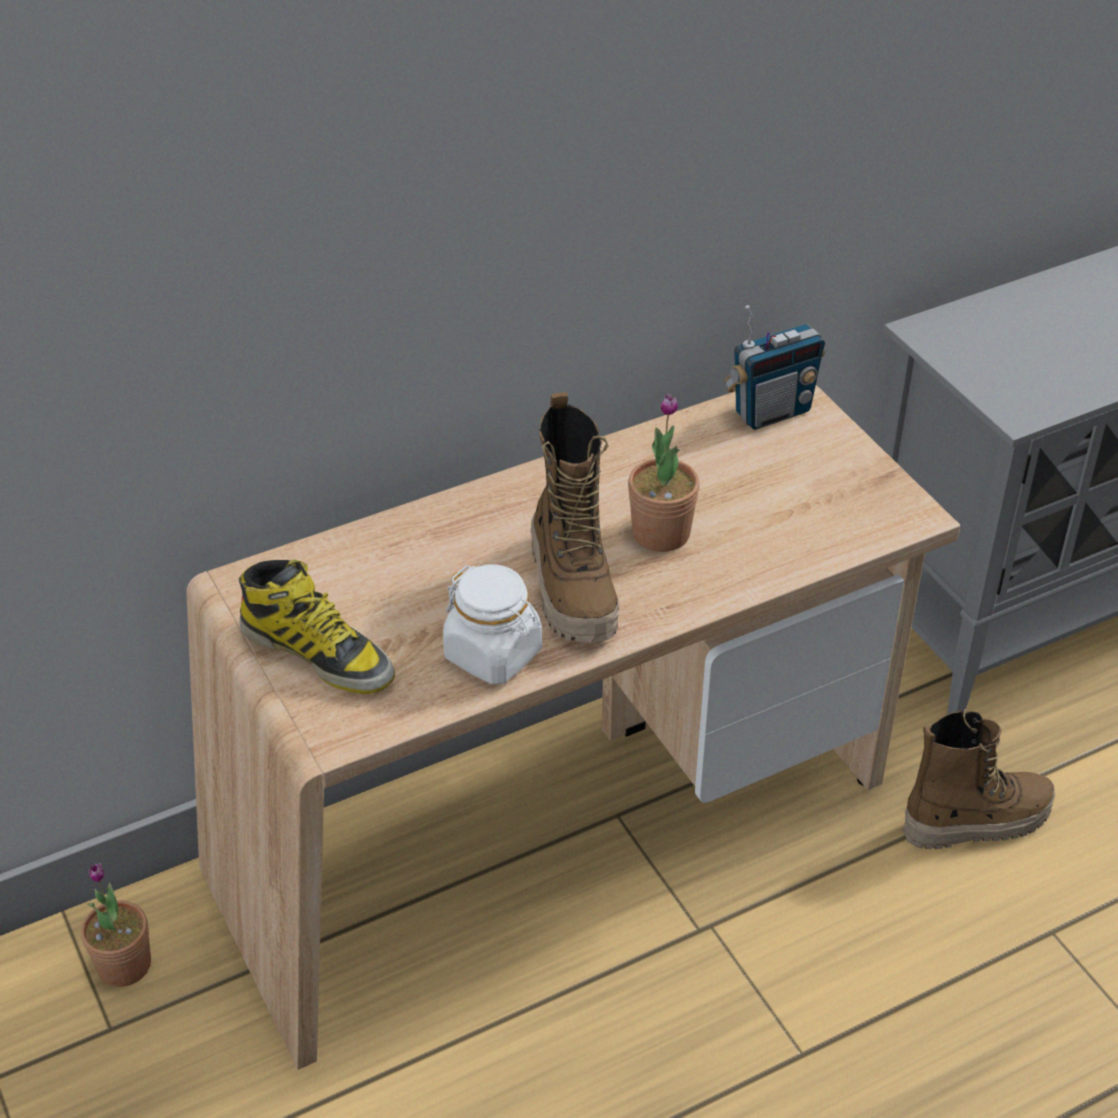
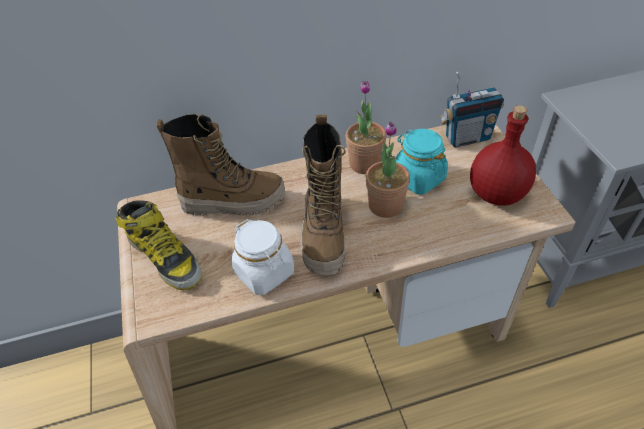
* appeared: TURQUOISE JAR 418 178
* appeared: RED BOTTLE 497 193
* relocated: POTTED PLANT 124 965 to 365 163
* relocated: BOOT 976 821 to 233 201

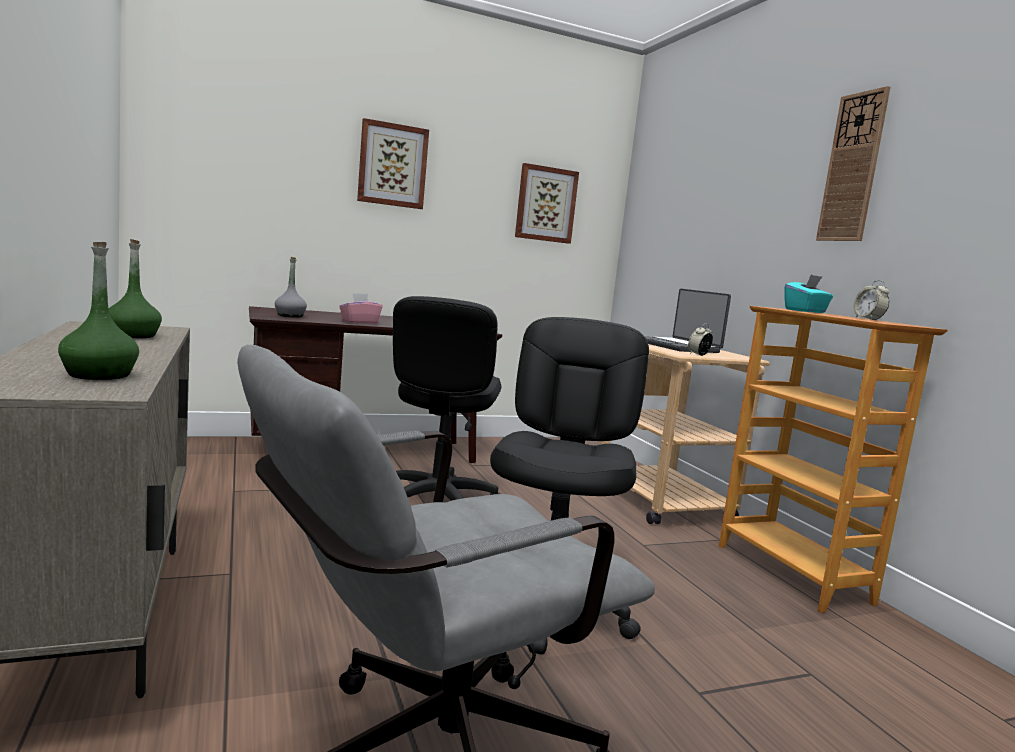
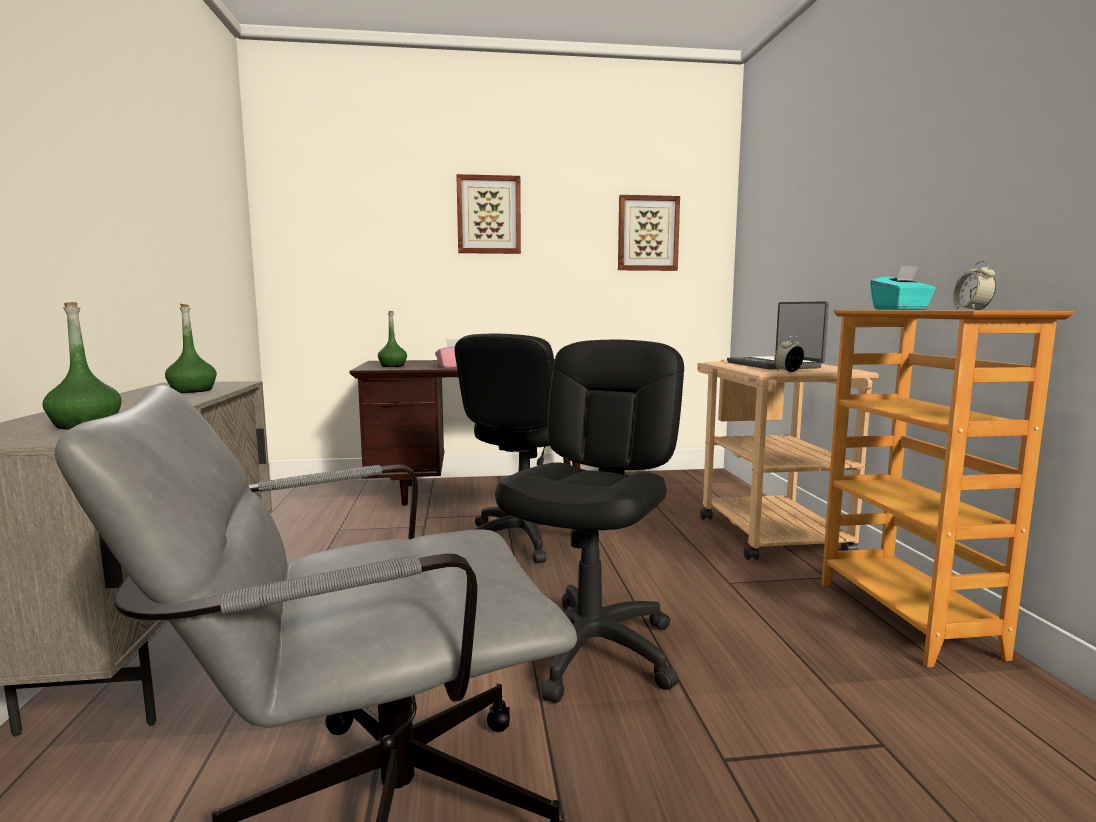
* missing: WALL CLOCK 852 167
* colour: GREY BOTTLE 290 316 to GREEN BOTTLE 393 366

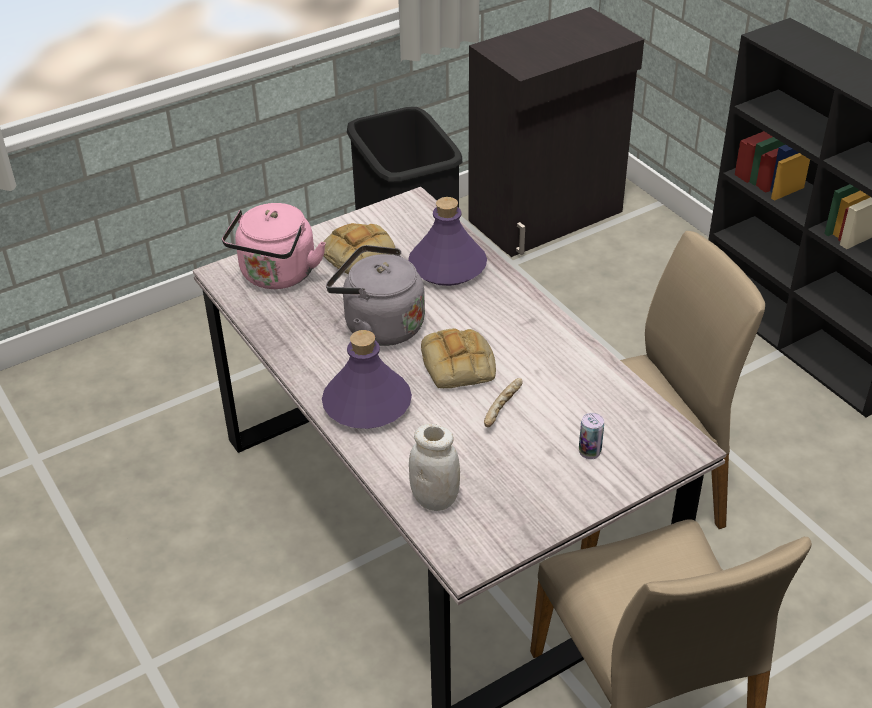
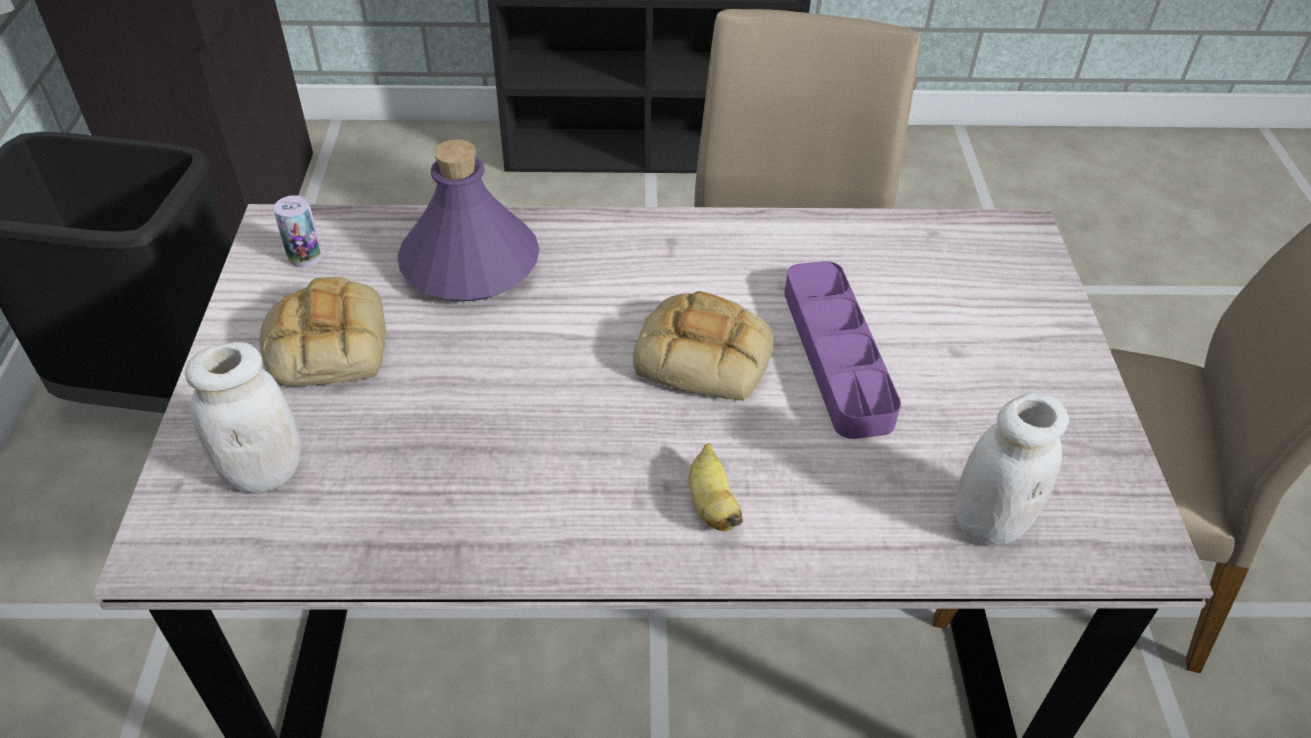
* missing: GREY KETTLE 379 326
* relocated: CAN 589 451 to 305 257
* exchanged: PINK KETTLE 277 276 to WHITE JAR 264 472
* exchanged: PURPLE BOTTLE 367 404 to BANANA 711 504
* exchanged: BREAD 503 408 to PURPLE TRAY 836 355

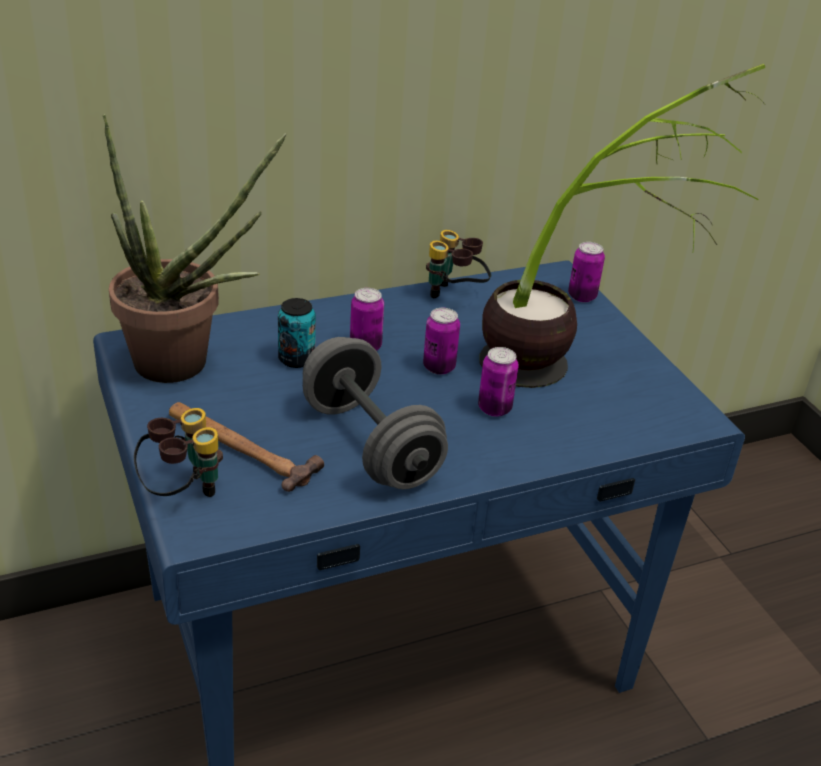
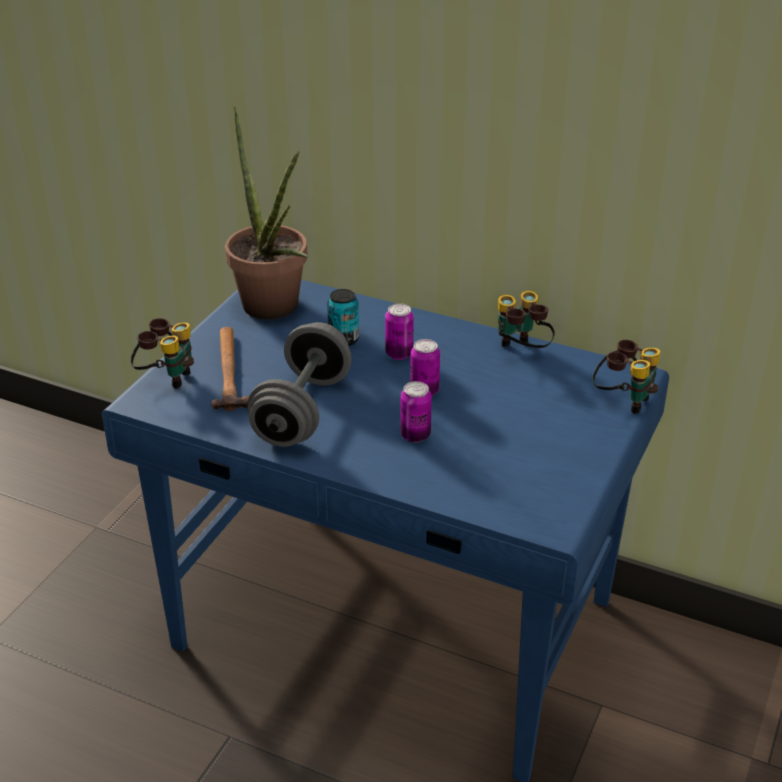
* missing: POTTED PLANT 577 363
* exchanged: CAN 582 296 to BINOCULARS 623 400

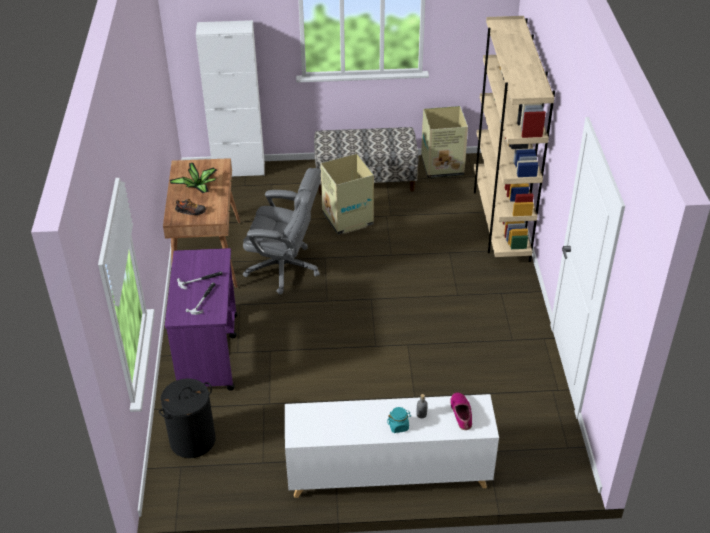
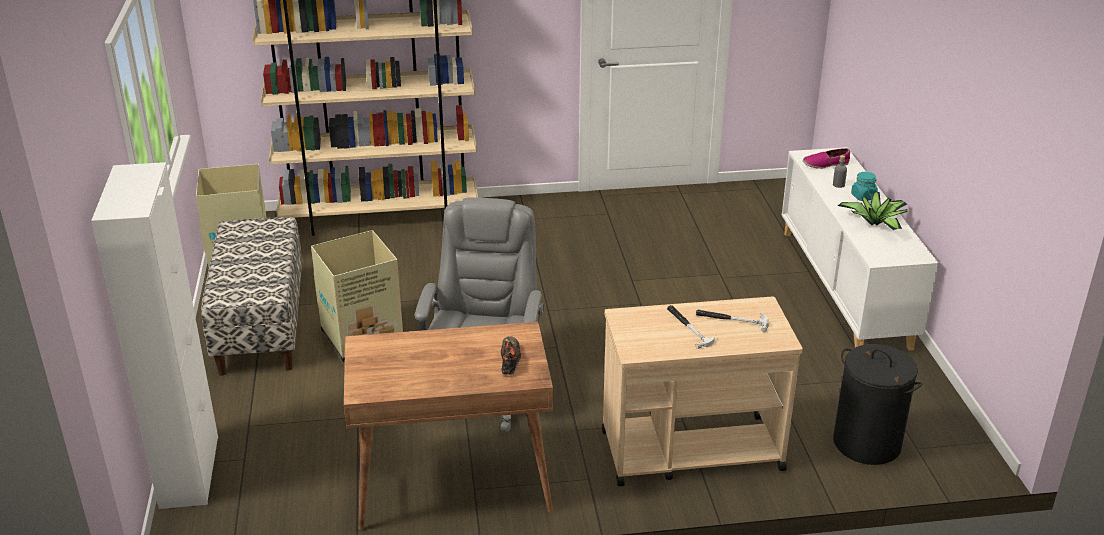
* relocated: POTTED PLANT 198 187 to 875 223
* colour: PURPLE CART 208 352 to BEIGE CART 690 450

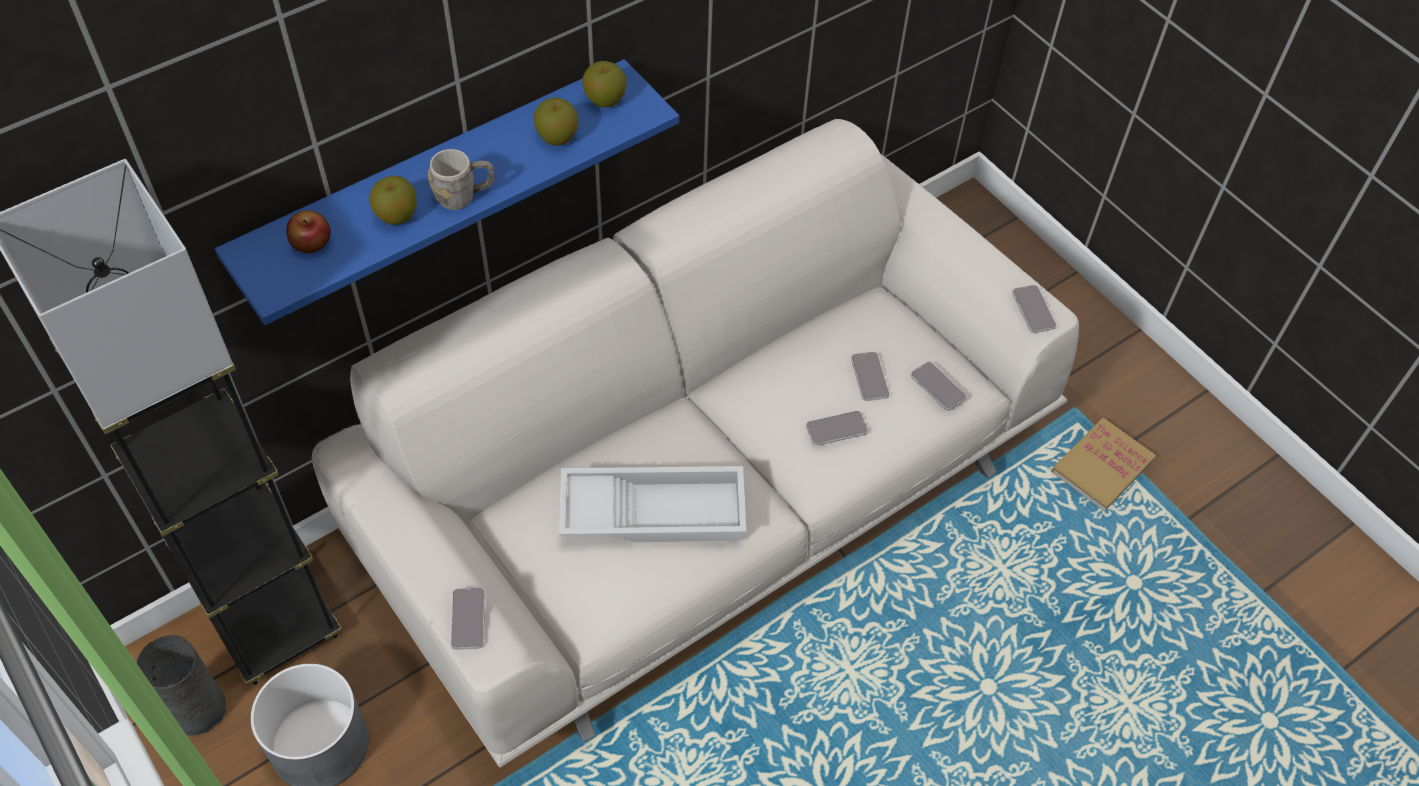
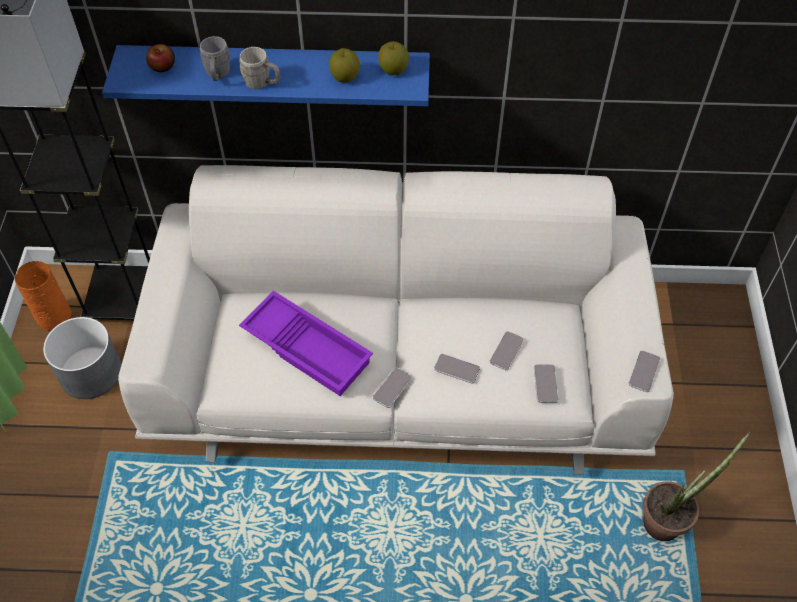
* relocated: PHONE 468 619 to 392 388
* exchanged: APPLE 397 216 to GREY MUG 217 75
* exchanged: BOOK 1102 467 to POTTED PLANT 668 520
* colour: GREY VASE 197 708 to ORANGE VASE 54 315
* colour: WHITE TRAY 654 509 to PURPLE TRAY 309 347

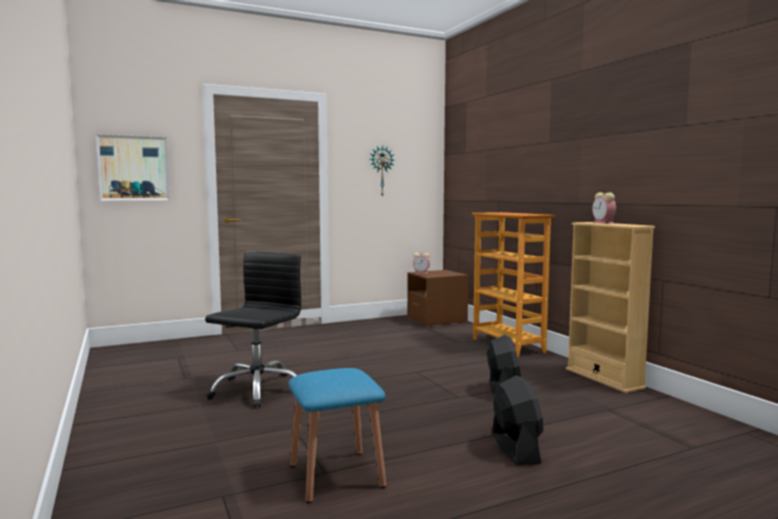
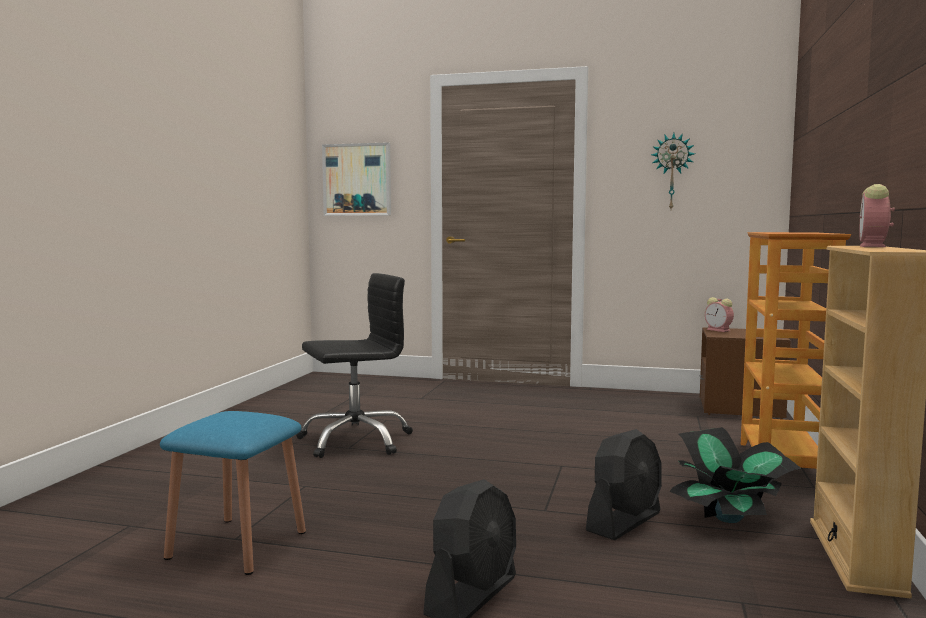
* appeared: POTTED PLANT 729 518

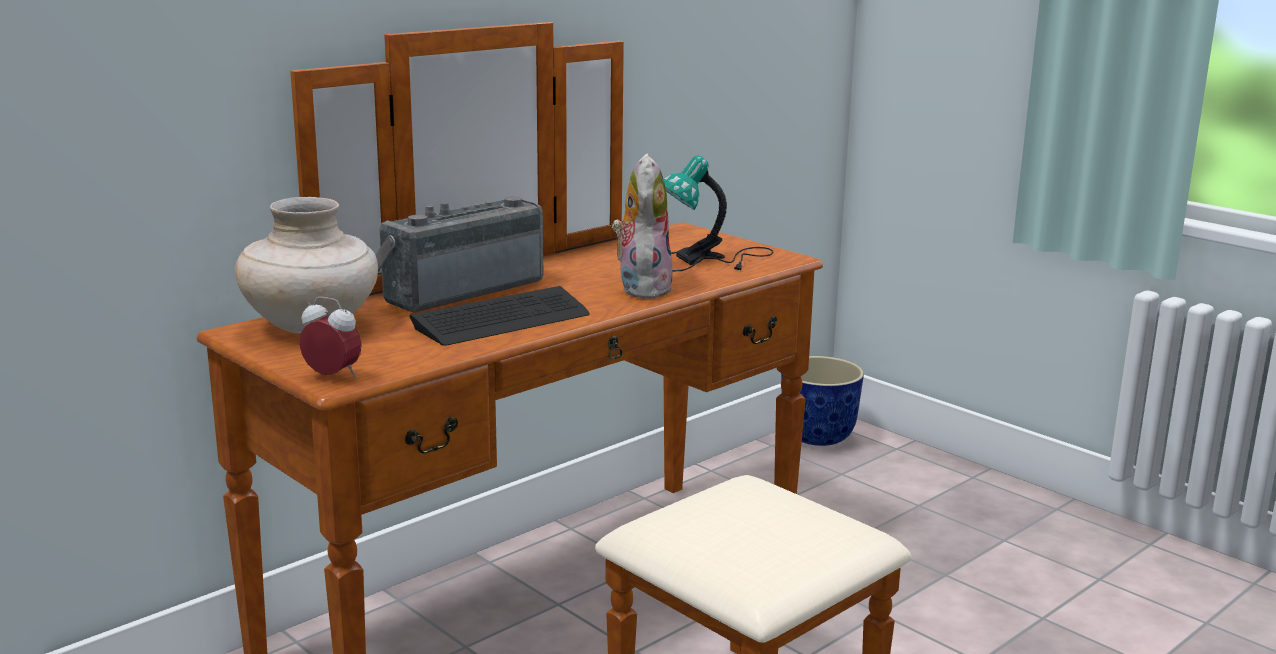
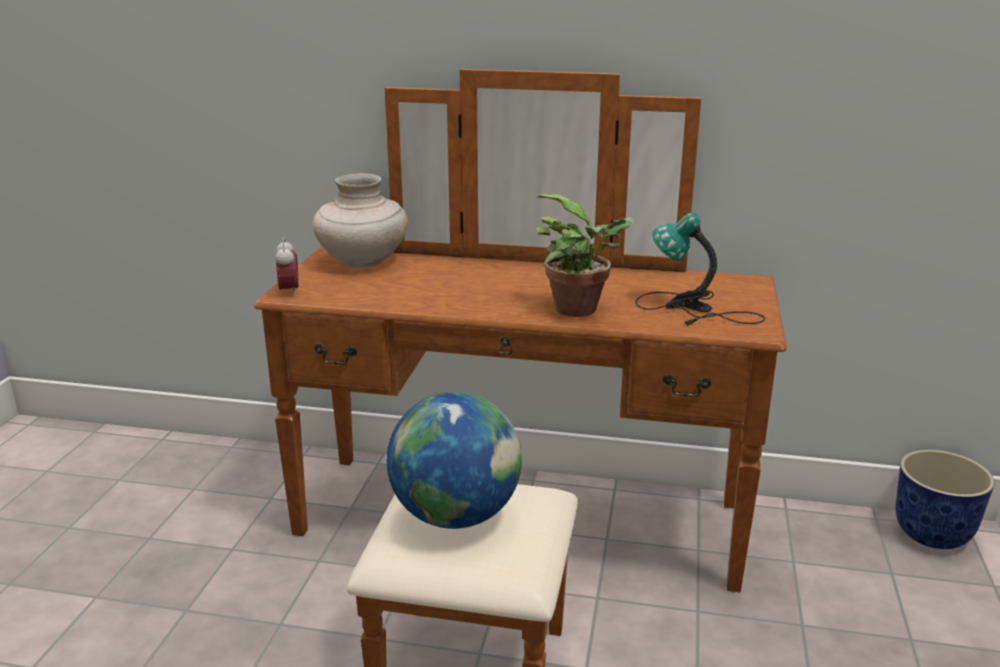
* missing: RADIO 460 290
* missing: KEYBOARD 502 320
* appeared: GLOBE 455 516
* exchanged: PLUSH TOY 641 288 to POTTED PLANT 581 310

